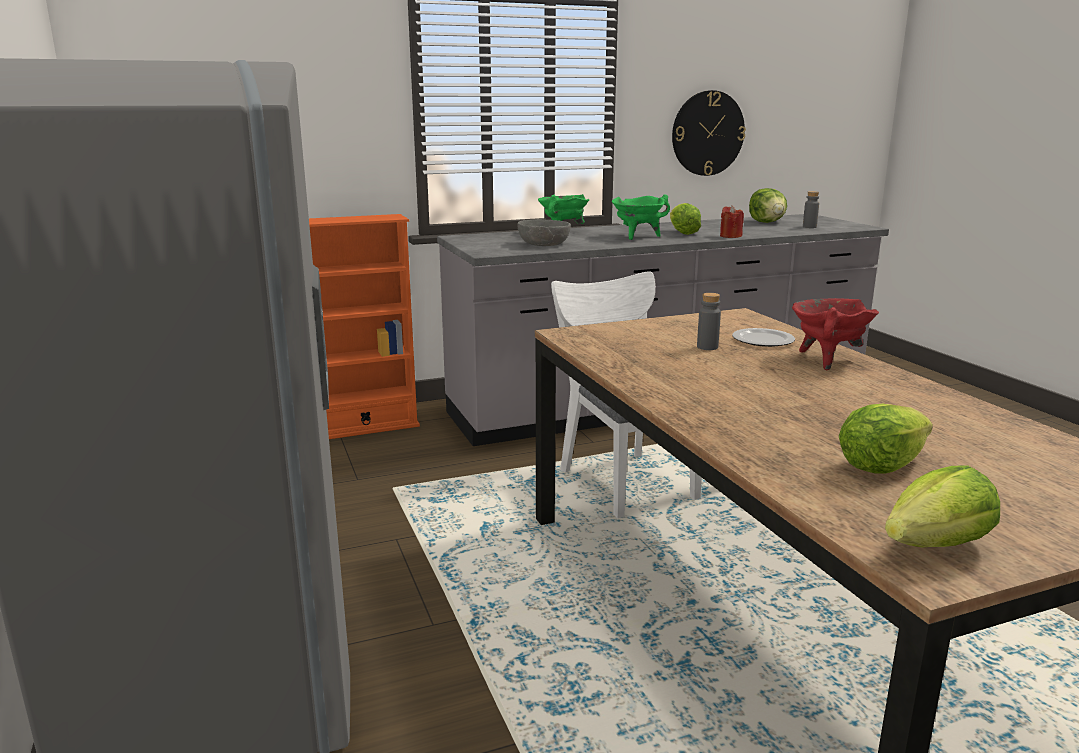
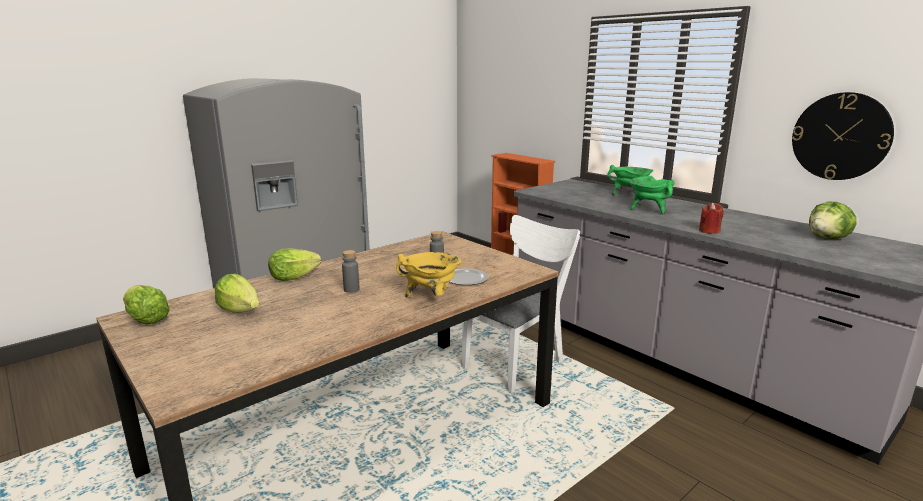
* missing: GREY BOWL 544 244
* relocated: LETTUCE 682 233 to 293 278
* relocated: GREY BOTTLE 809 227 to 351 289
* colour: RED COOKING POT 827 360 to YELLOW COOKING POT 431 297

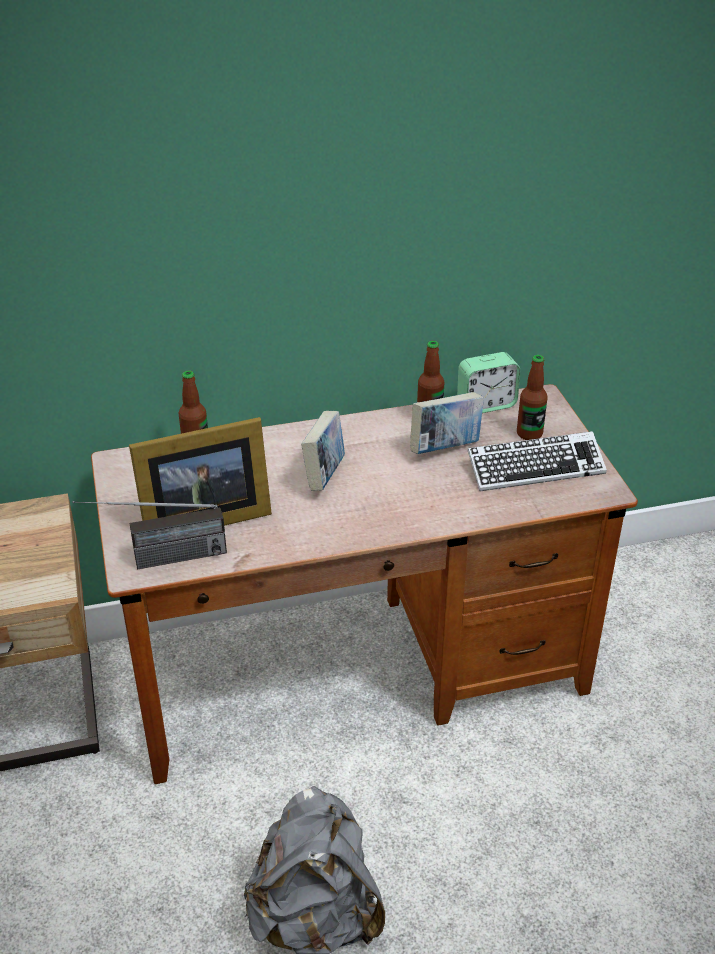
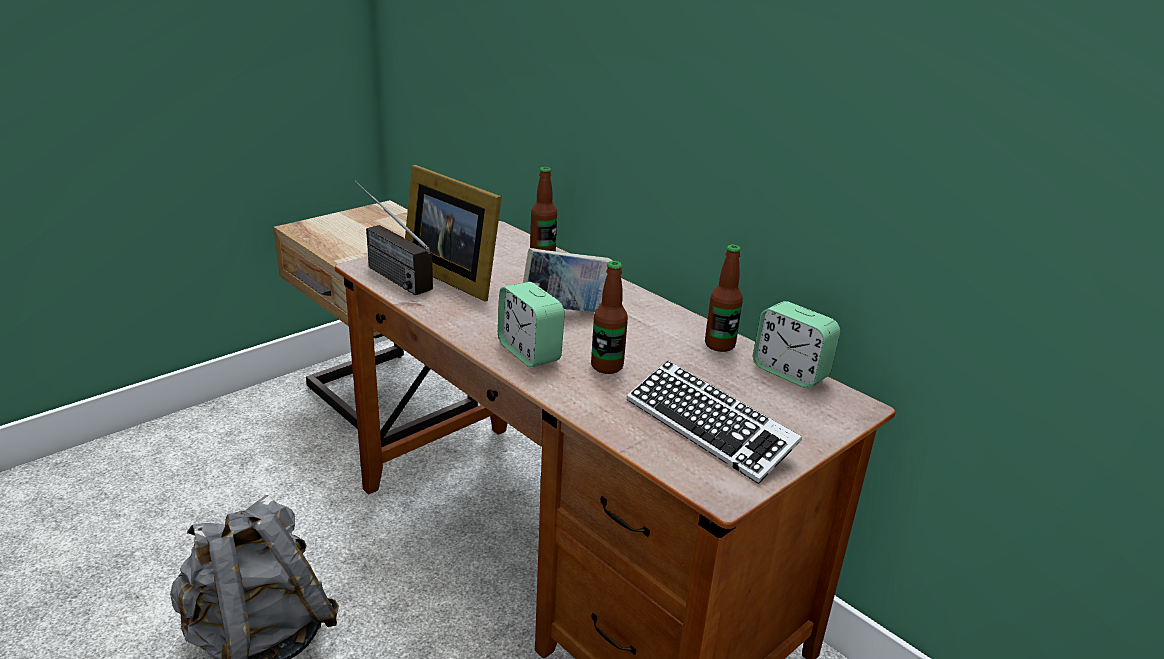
* missing: BOOK 445 448
* appeared: ALARM CLOCK 529 352
* relocated: BOTTLE 529 434 to 607 366

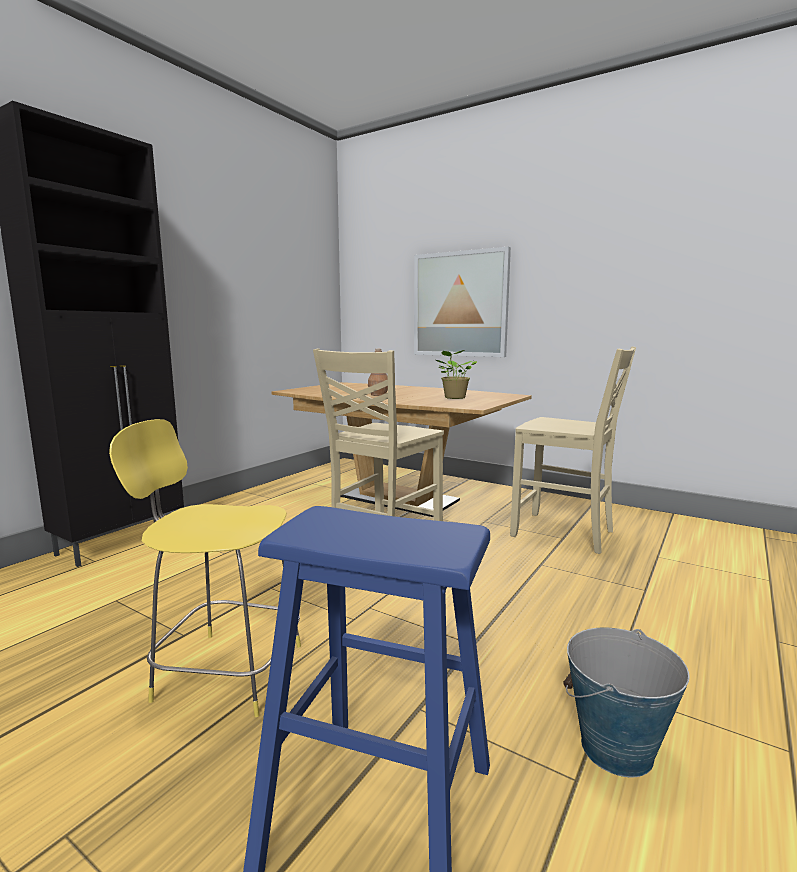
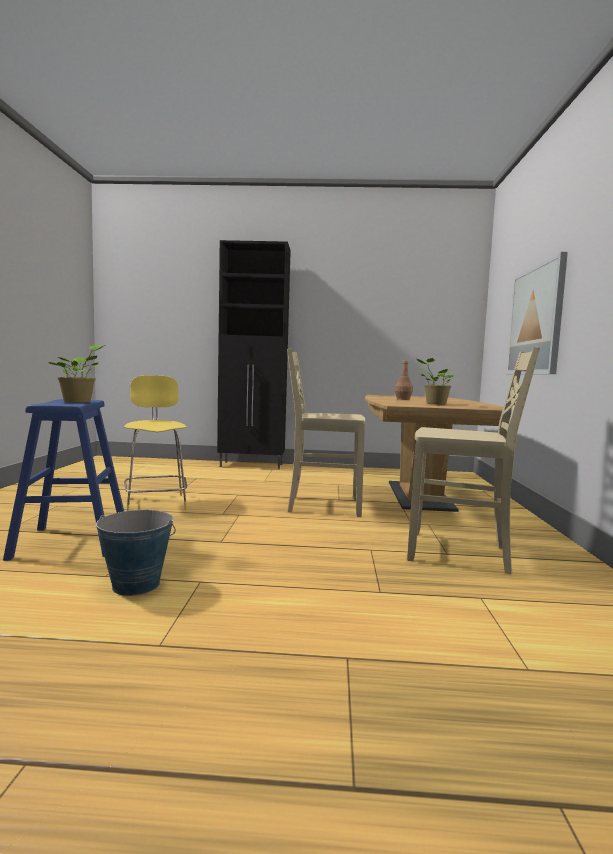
* appeared: POTTED PLANT 79 402
* spun: BEIGE CHAIR 564 533 = 460 553 75 degrees counterclockwise

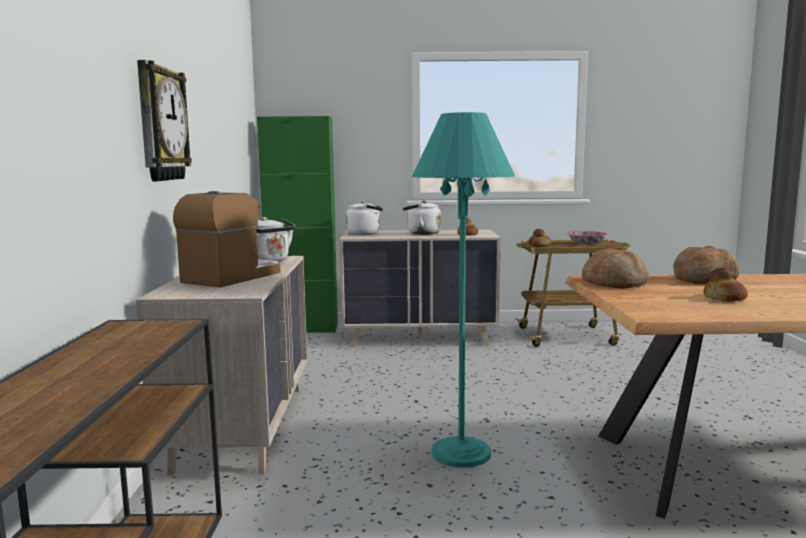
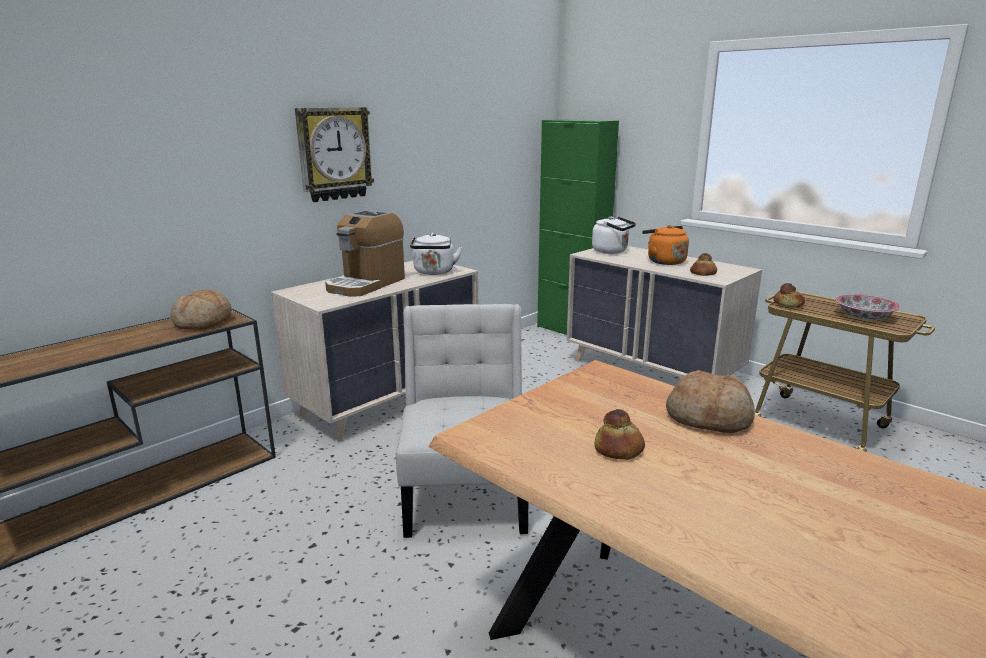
* relocated: BREAD 614 283 to 203 322
* exchanged: TURQUOISE FLOOR LAMP 460 453 to WHITE CHAIR 466 492
* colour: WHITE KETTLE 421 233 to ORANGE KETTLE 664 261
* spun: COFFEE MACHINE 232 277 = 366 284 135 degrees clockwise

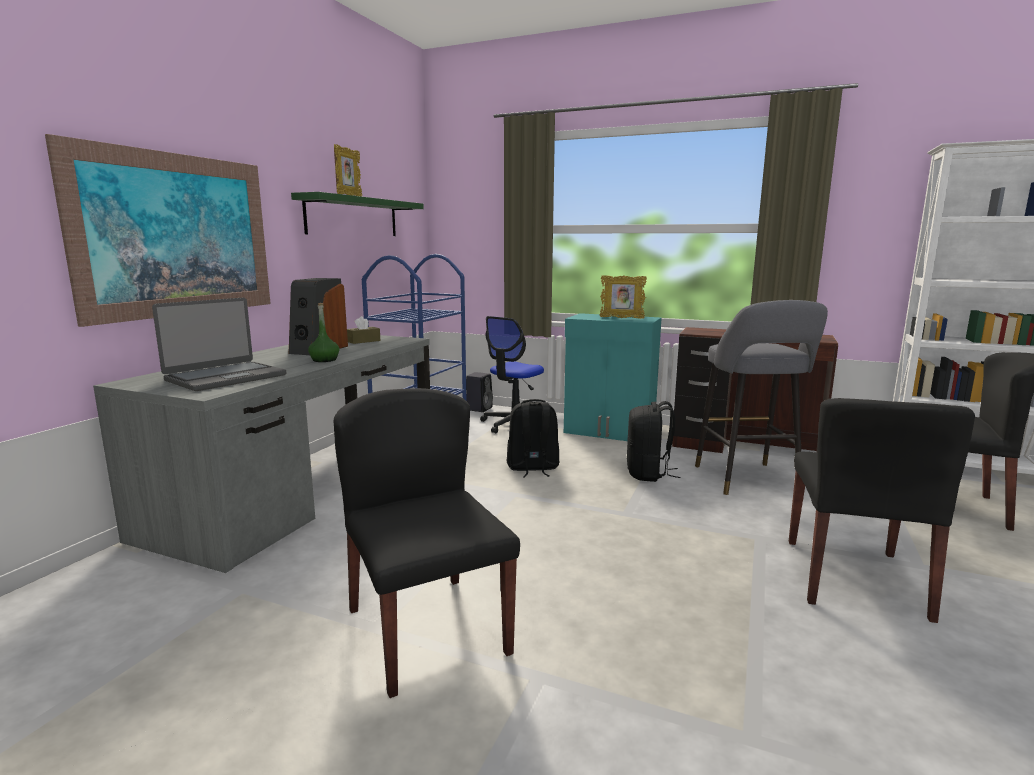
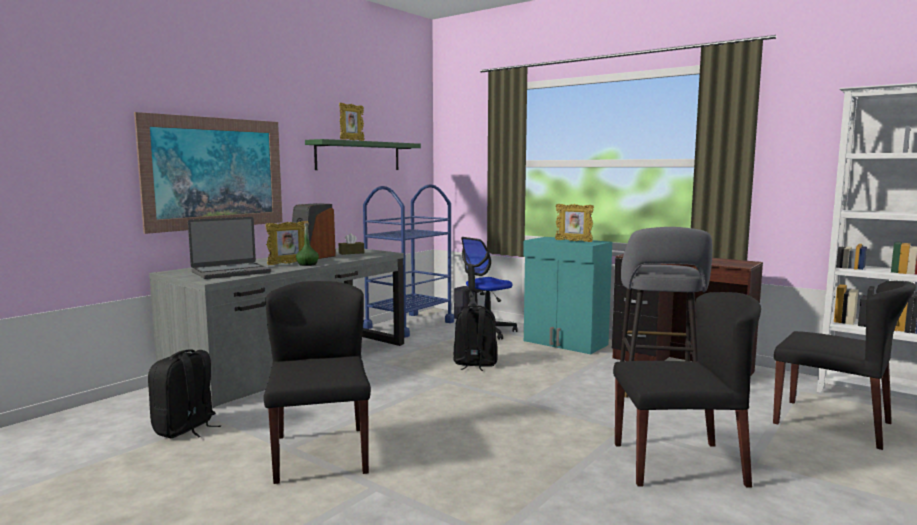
* appeared: PICTURE FRAME 288 263
* relocated: BLACK BACKPACK 648 474 to 185 429
* spun: BLACK CHAIR 854 578 = 679 464 120 degrees counterclockwise

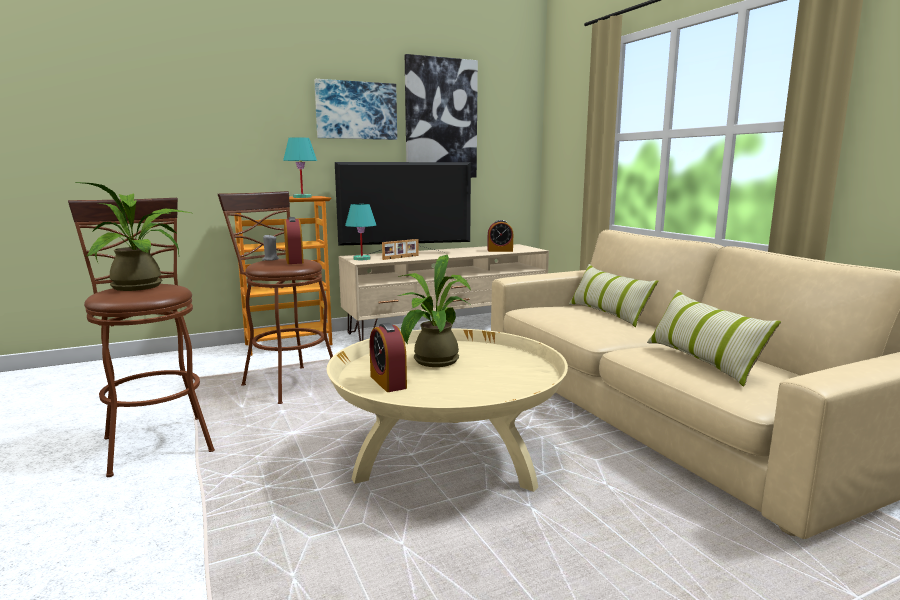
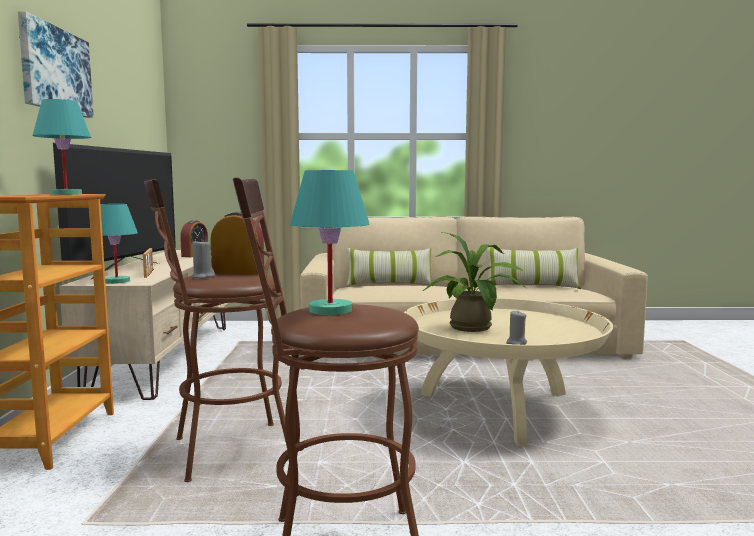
* missing: PICTURE 441 119
* exchanged: POTTED PLANT 144 286 to TURQUOISE TABLE LAMP 331 310
* exchanged: ALARM CLOCK 388 382 to GREY CANDLE 516 343

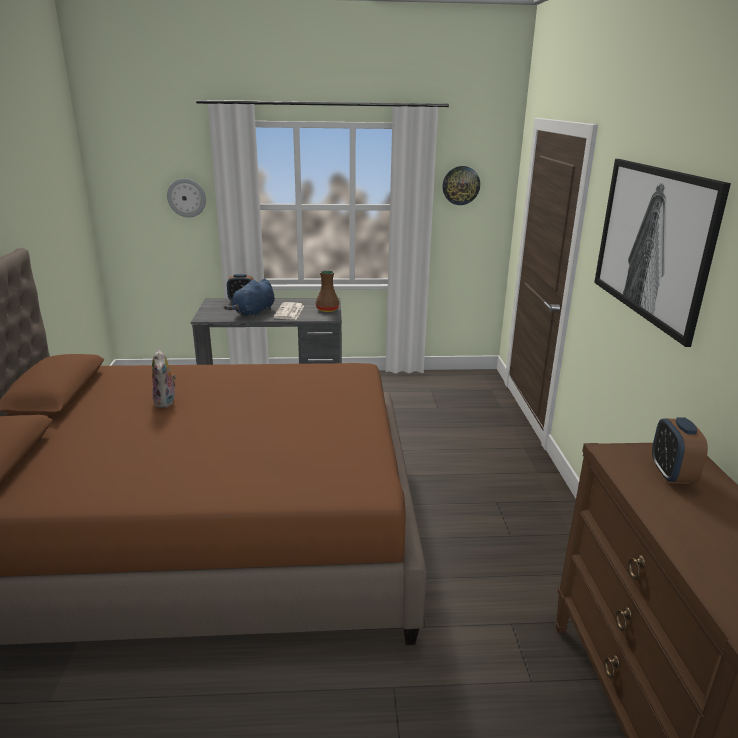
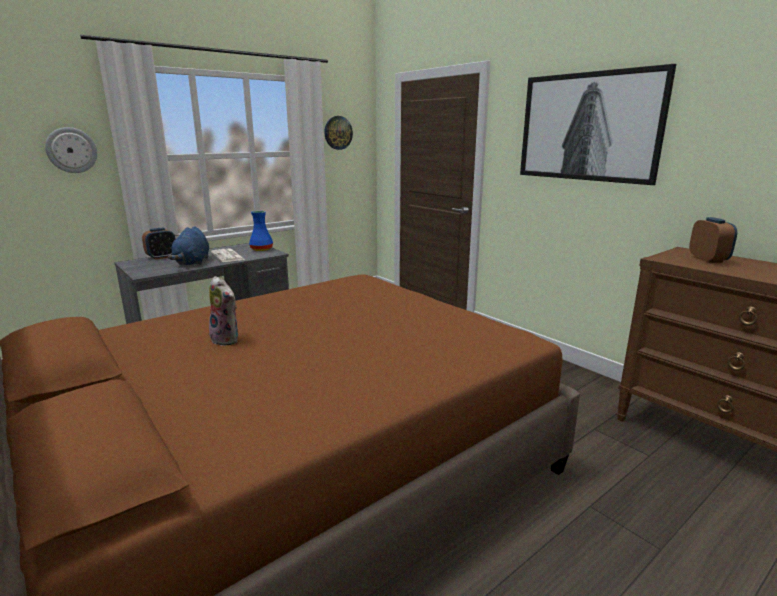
* colour: BROWN VASE 327 310 to BLUE VASE 262 249
* spun: ALARM CLOCK 671 474 = 708 259 150 degrees counterclockwise

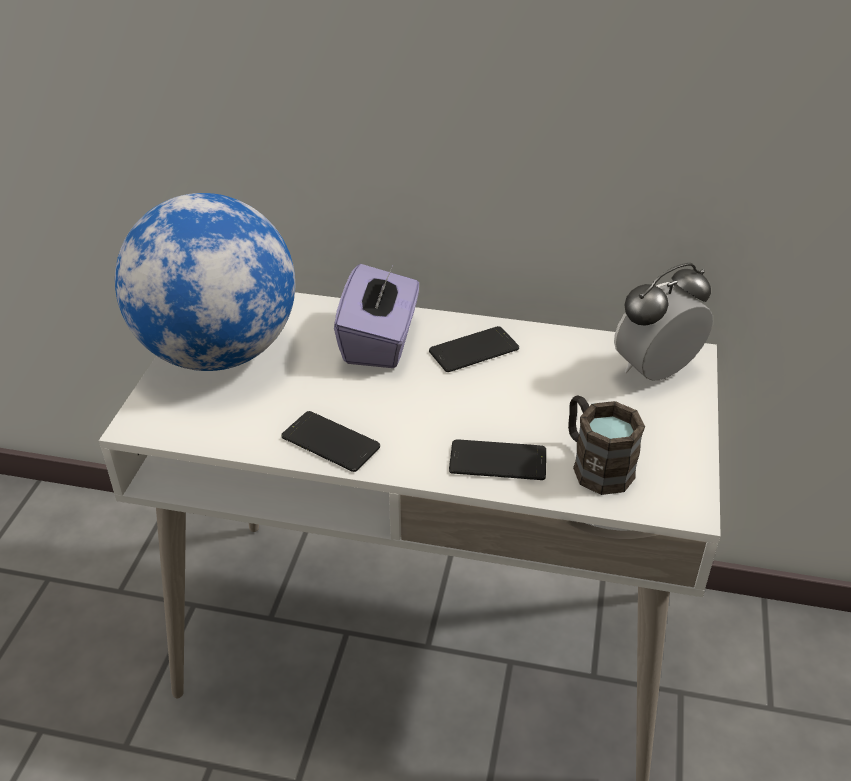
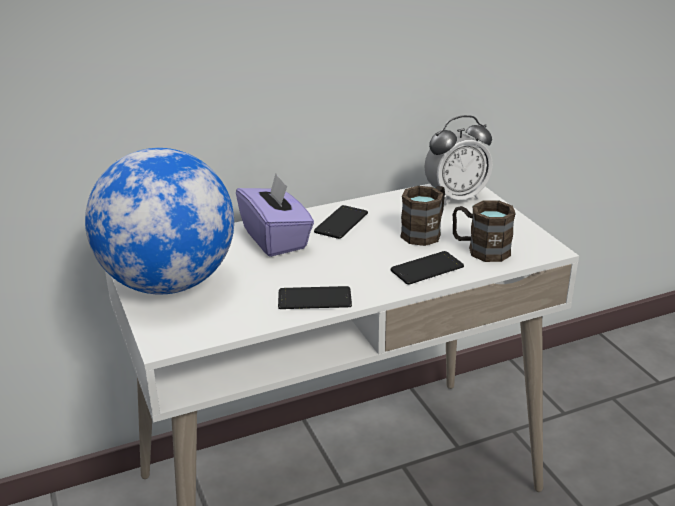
* appeared: BROWN MUG 425 232
* spun: ALARM CLOCK 655 371 = 456 197 135 degrees counterclockwise

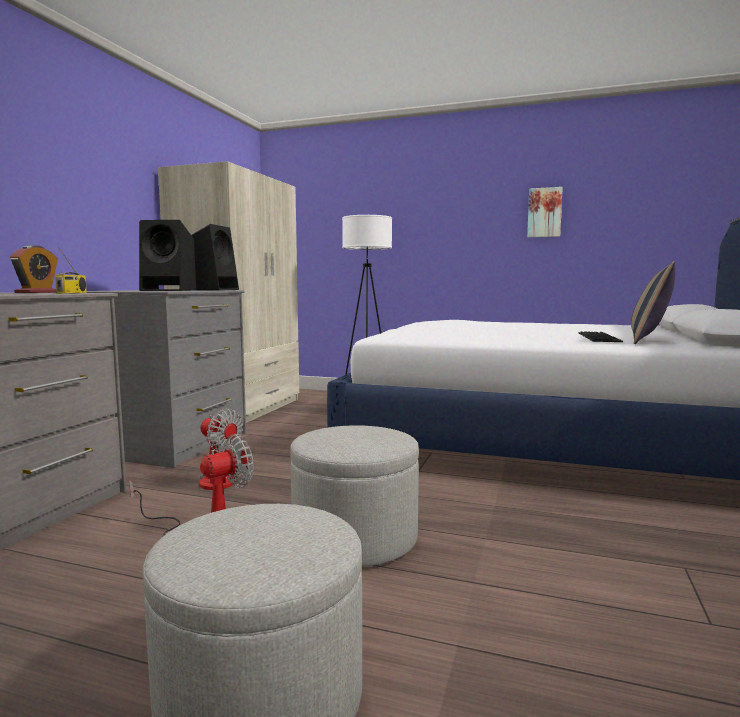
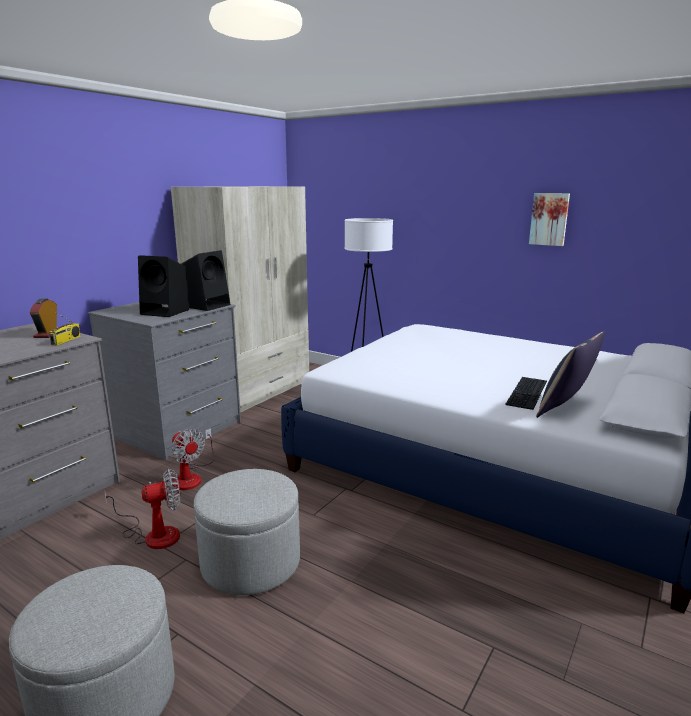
* spun: ALARM CLOCK 37 292 = 48 334 150 degrees clockwise

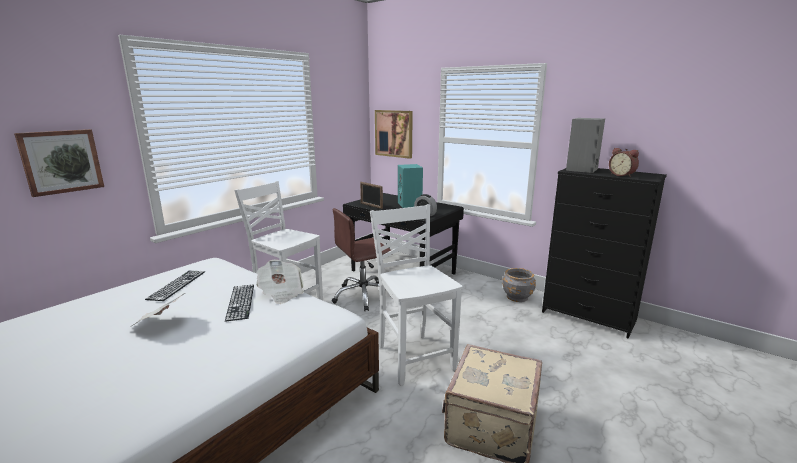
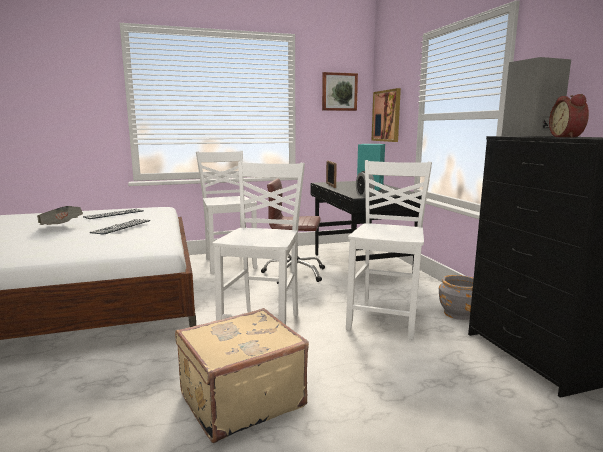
* missing: NEWSPAPER 281 293
* appeared: WHITE CHAIR 385 318
* relocated: PICTURE 61 161 to 339 92

